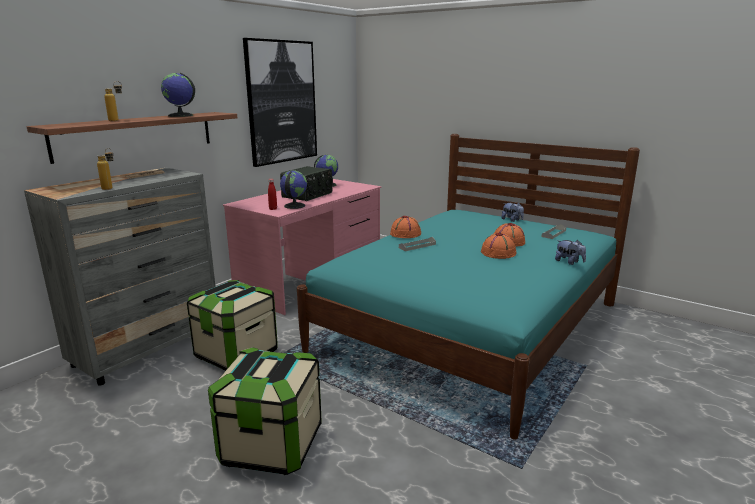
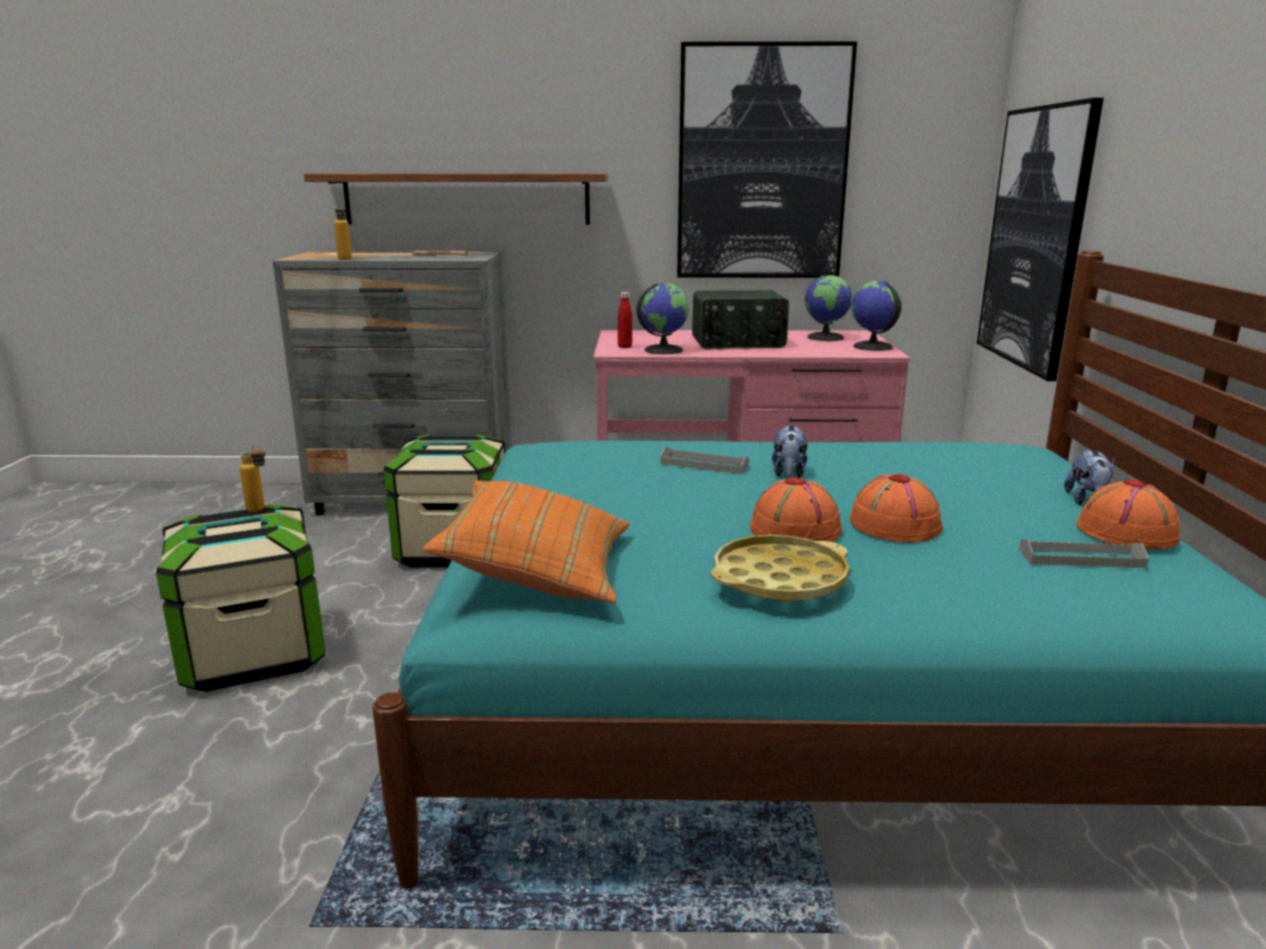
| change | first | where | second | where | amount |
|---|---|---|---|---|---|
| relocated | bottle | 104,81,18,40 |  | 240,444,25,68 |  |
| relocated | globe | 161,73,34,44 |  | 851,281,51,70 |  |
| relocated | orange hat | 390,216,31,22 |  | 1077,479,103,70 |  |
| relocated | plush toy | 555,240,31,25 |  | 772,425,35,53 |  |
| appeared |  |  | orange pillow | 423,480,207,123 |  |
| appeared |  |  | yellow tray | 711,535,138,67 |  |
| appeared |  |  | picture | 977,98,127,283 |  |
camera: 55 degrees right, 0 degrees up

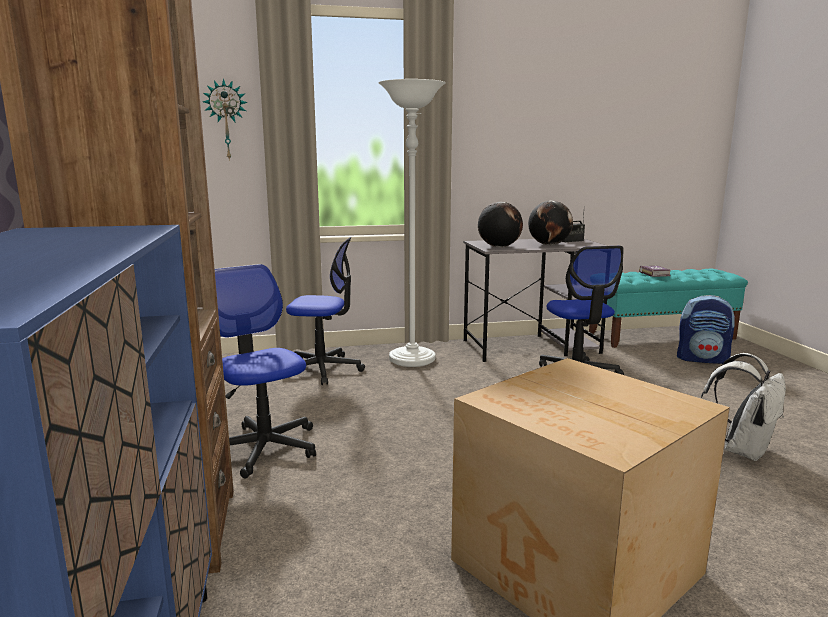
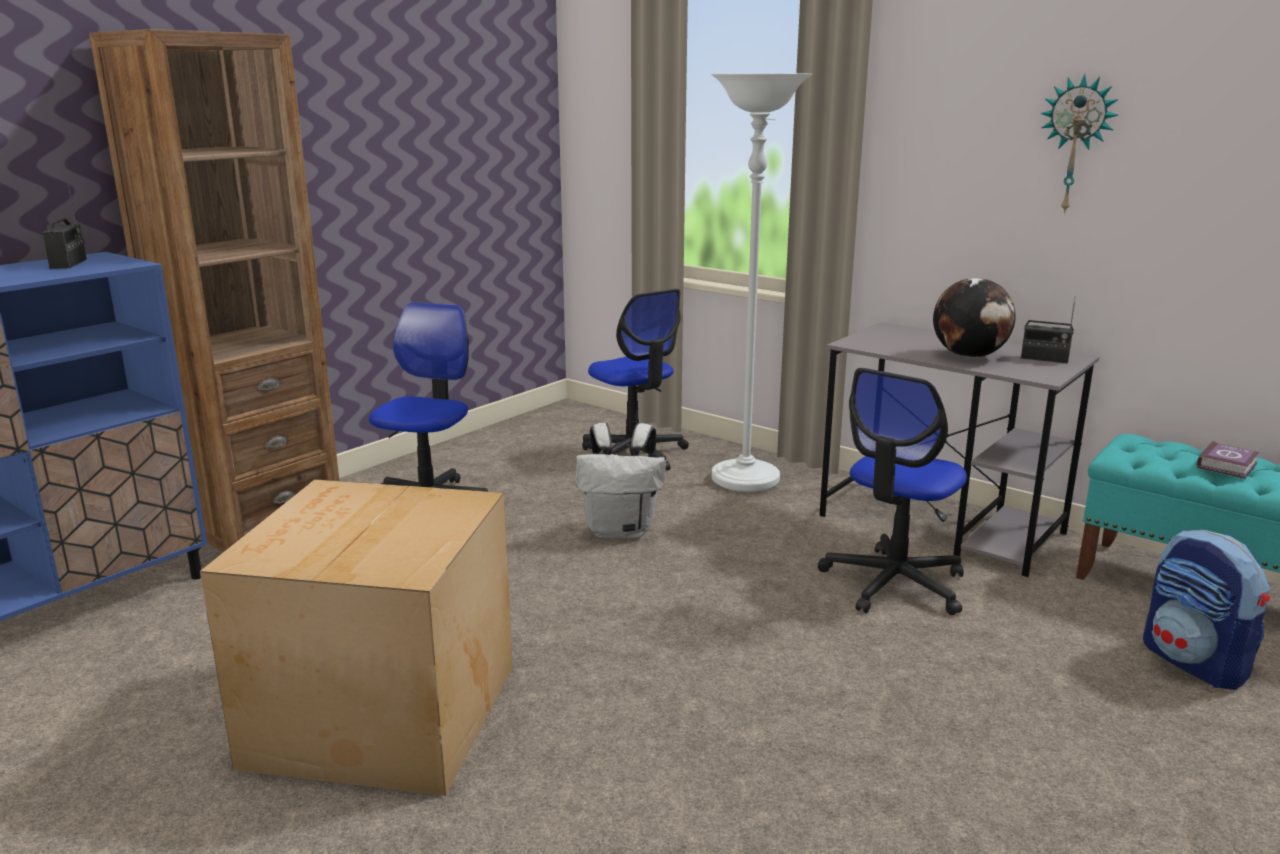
| change | first | where | second | where | amount |
|---|---|---|---|---|---|
| relocated | wall clock | 203,79,45,82 |  | 1040,74,78,140 |  |
| missing | globe | 478,202,45,45 |  |  |  |
| relocated | white backpack | 701,353,85,108 |  | 576,423,90,116 |  |
| appeared |  |  | radio | 42,185,45,84 |  |
camera: 50 degrees right, 5 degrees up

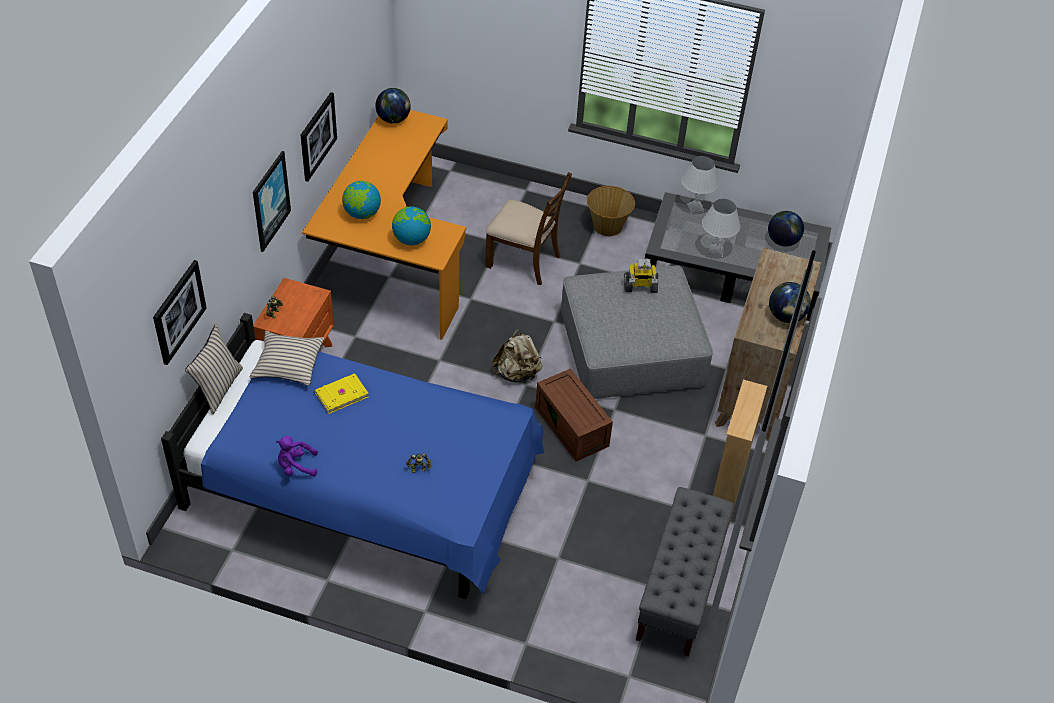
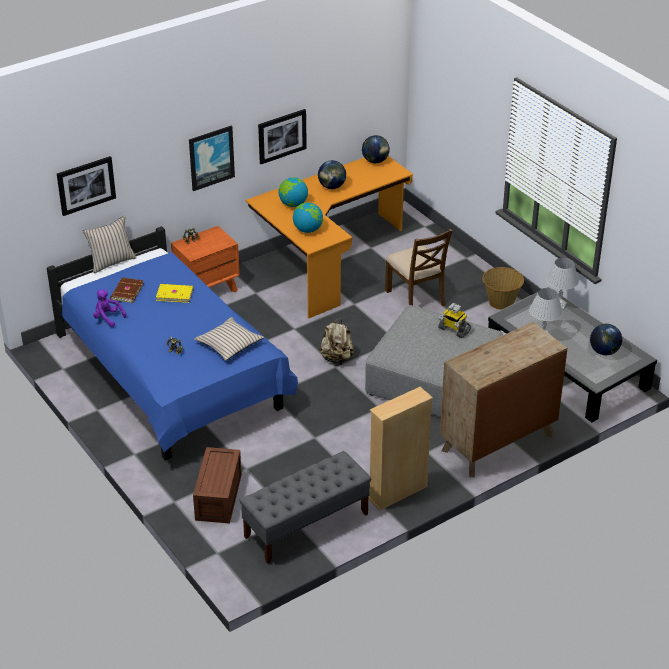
| change | first | where | second | where | amount |
|---|---|---|---|---|---|
| relocated | beige pillow | 250,331,75,55 |  | 194,317,70,43 |  |
| relocated | brown storage box | 535,368,78,93 |  | 193,447,49,77 |  |
| relocated | globe | 769,282,42,41 |  | 318,160,28,29 |  |
| appeared |  |  | brown book | 110,277,34,26 |  |
camera: 40 degrees right, 10 degrees down

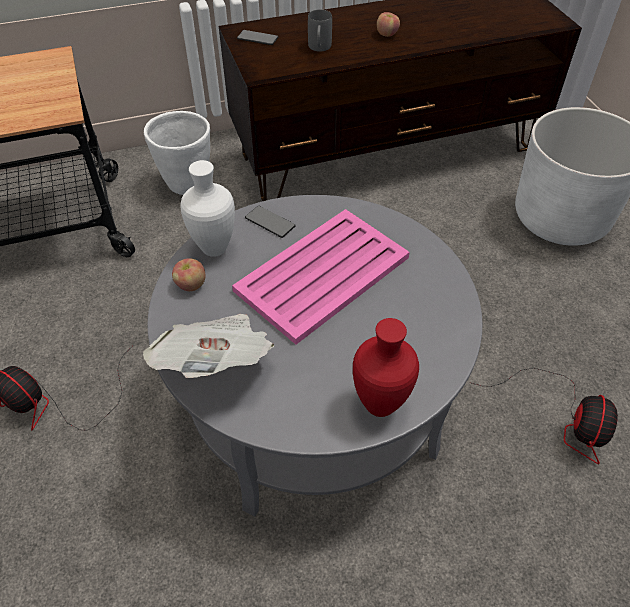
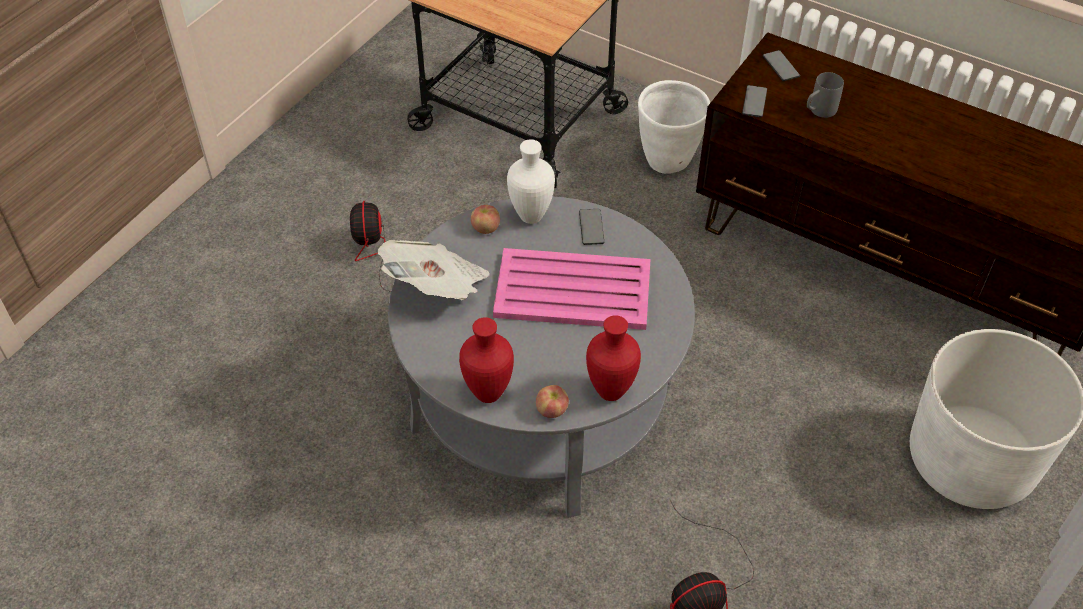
| change | first | where | second | where | amount |
|---|---|---|---|---|---|
| relocated | apple | 377,12,23,25 |  | 536,385,33,33 |  |
| appeared |  |  | red vase | 586,315,55,86 |  |
| appeared |  |  | phone | 742,85,25,33 |  |
camera: 50 degrees right, 0 degrees up

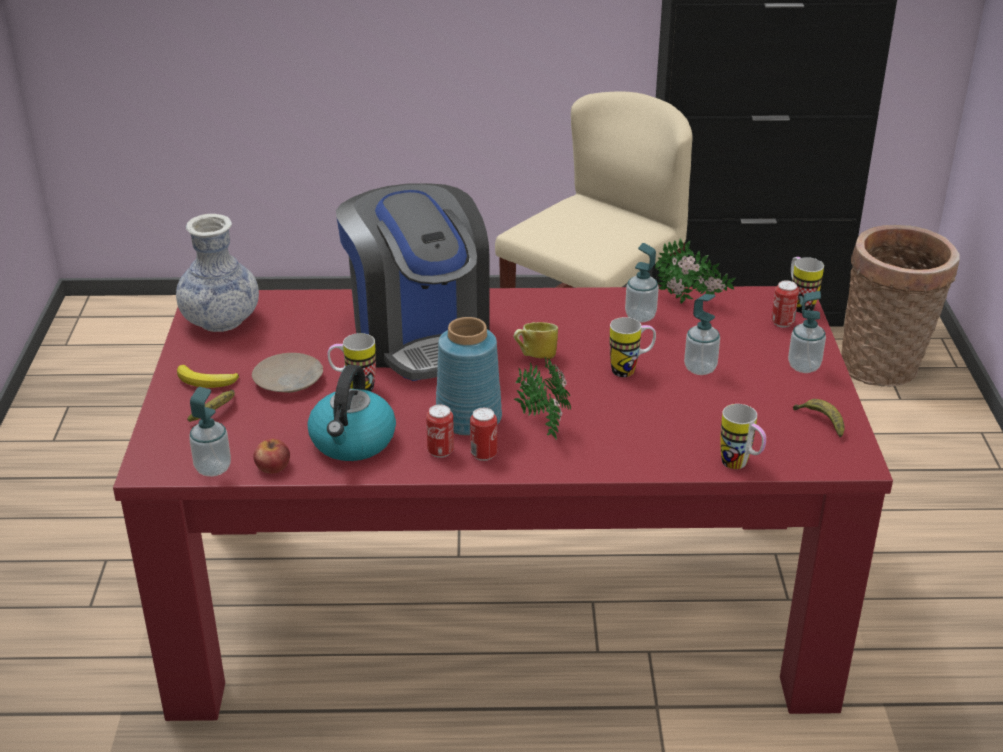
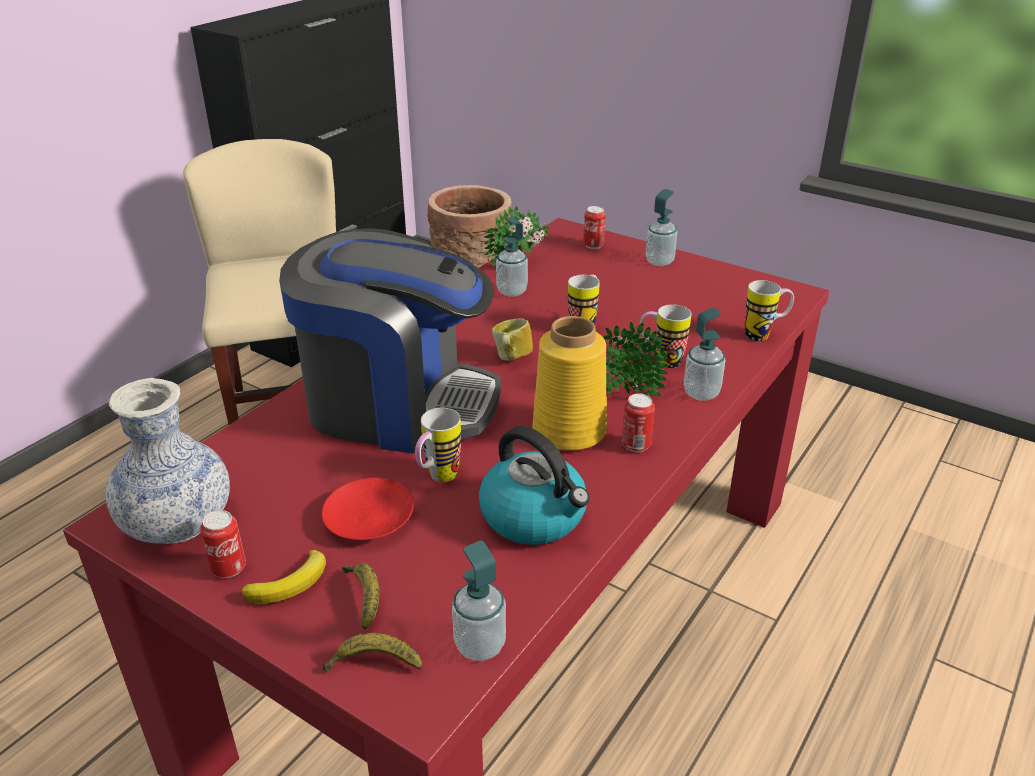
| change | first | where | second | where | amount |
|---|---|---|---|---|---|
| colour | beige plate | 252,353,71,40 | red plate | 322,477,92,64 |  |
| missing | apple | 253,439,37,35 |  |  |  |
| relocated | can | 426,405,28,53 |  | 200,510,46,68 |  |
| colour | blue vase | 436,317,66,119 | yellow vase | 532,316,75,134 |  |
| relocated | soap dispenser | 684,294,36,81 |  | 684,307,41,94 |  |
| relocated | mug | 791,257,33,56 |  | 640,305,51,63 |  |
| relocated | banana | 793,399,52,38 |  | 323,633,99,40 |  |
camera: 55 degrees left, 0 degrees up

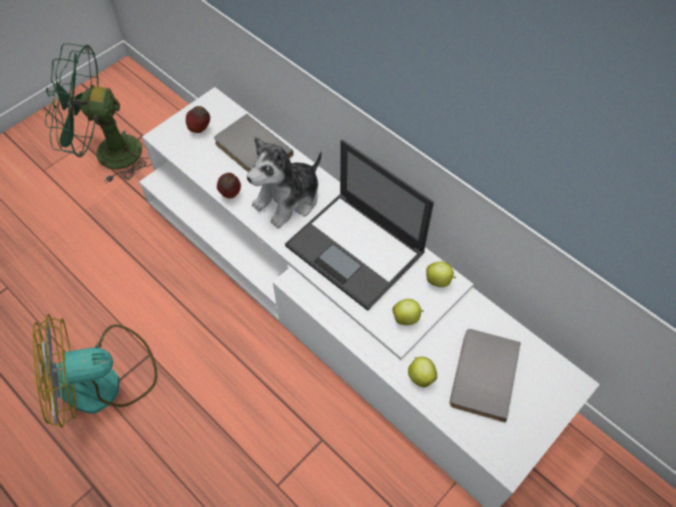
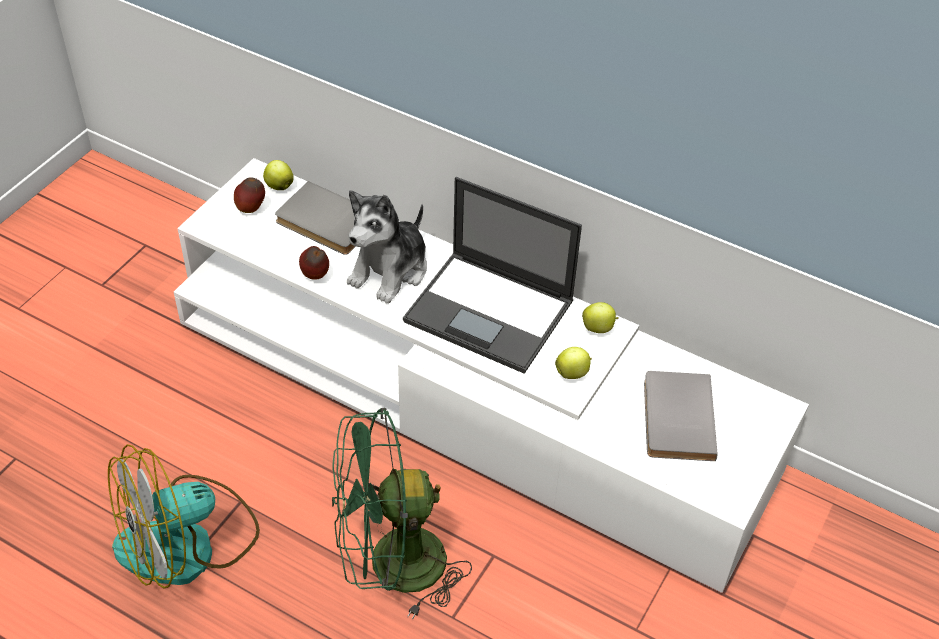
| change | first | where | second | where | amount |
|---|---|---|---|---|---|
| relocated | green fan | 45,43,107,140 |  | 332,408,140,212 |  |
| relocated | apple | 408,357,29,30 |  | 263,160,31,30 |  |
camera: 15 degrees left, 10 degrees down

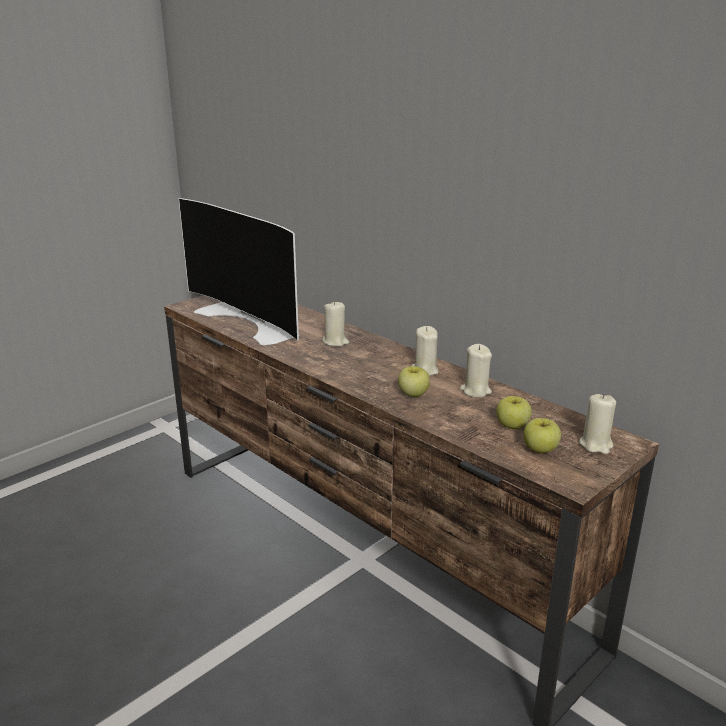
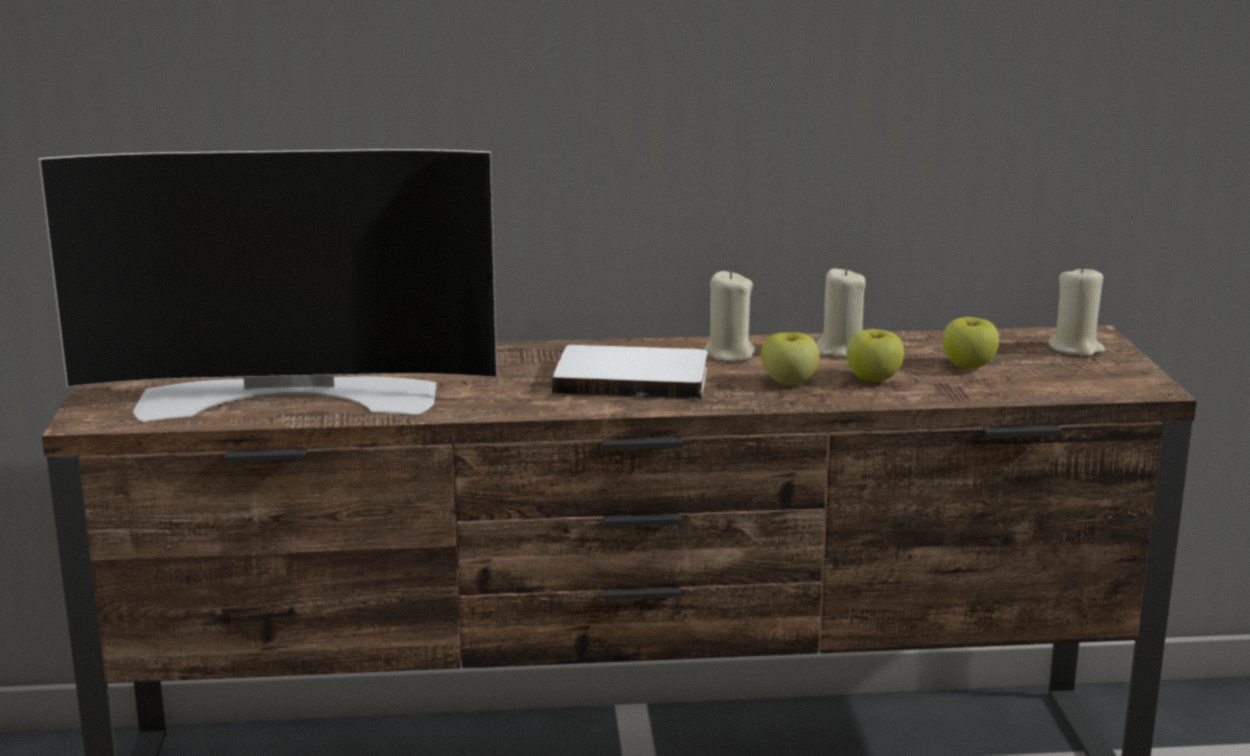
| change | first | where | second | where | amount |
|---|---|---|---|---|---|
| missing | beige candle | 322,301,27,46 |  |  |  |
| relocated | apple | 523,418,38,35 |  | 847,329,57,53 |  |
| appeared |  |  | white book | 552,345,155,54 |  |
camera: 50 degrees left, 5 degrees down

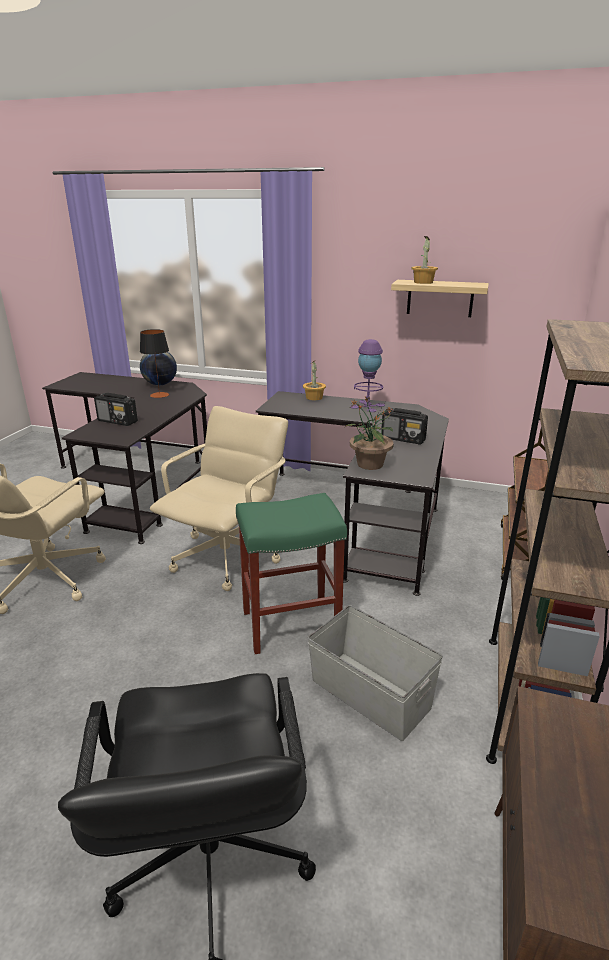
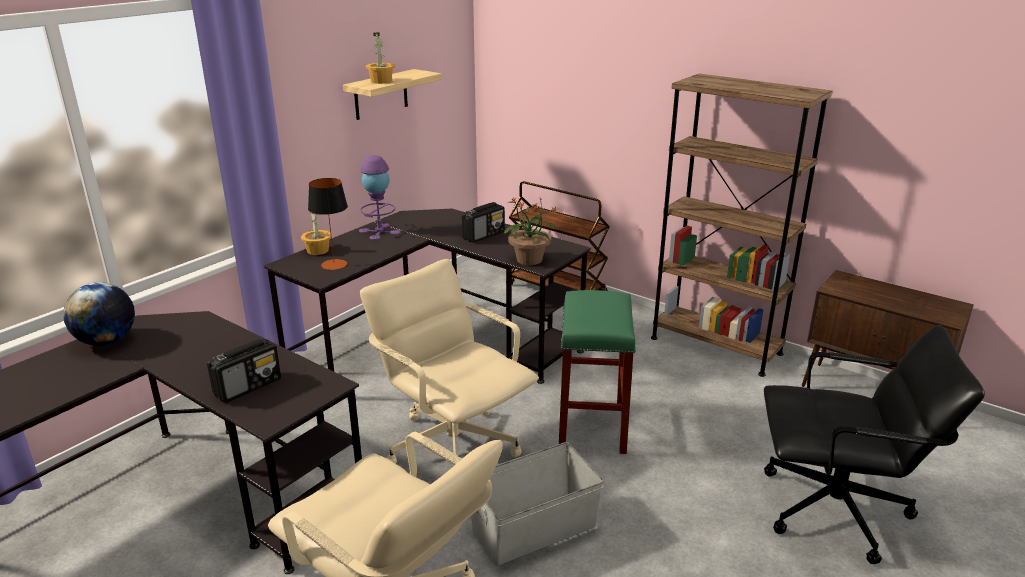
| change | first | where | second | where | amount |
|---|---|---|---|---|---|
| relocated | table lamp | 140,329,29,69 |  | 308,178,40,92 |  |
| relocated | grey storage box | 308,605,135,136 |  | 471,442,133,124 |  |
camera: 70 degrees left, 0 degrees up

